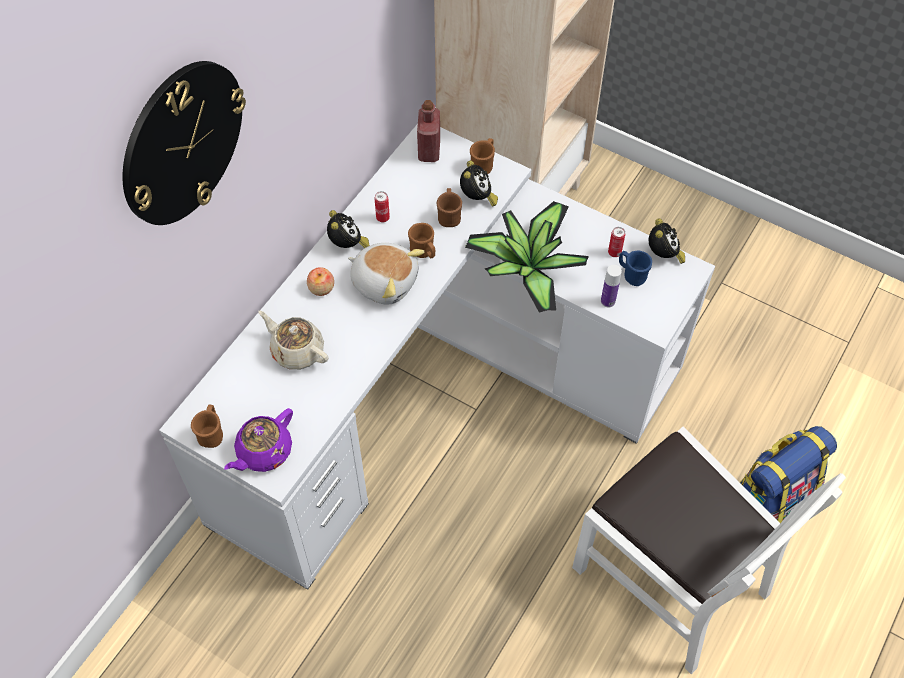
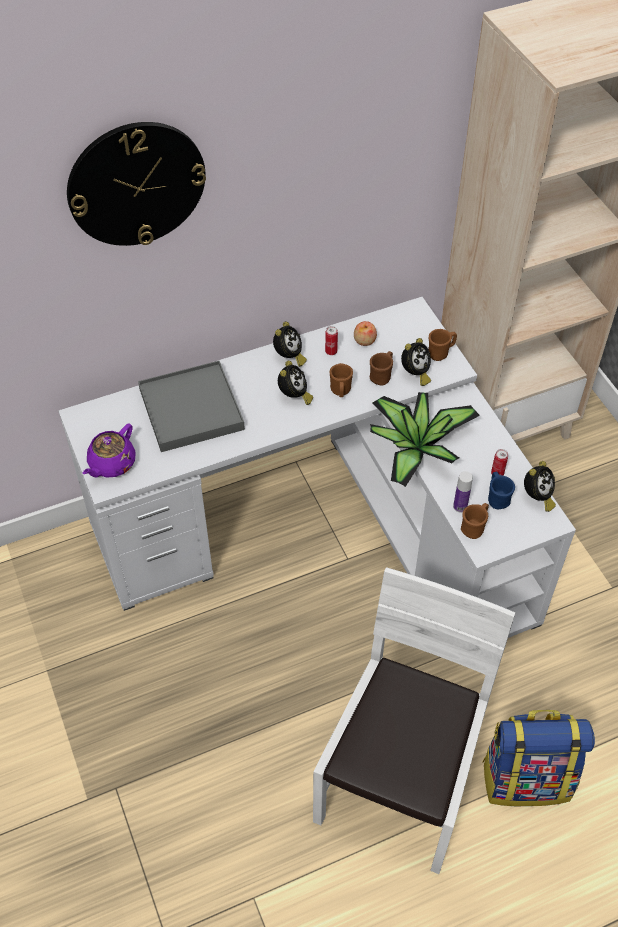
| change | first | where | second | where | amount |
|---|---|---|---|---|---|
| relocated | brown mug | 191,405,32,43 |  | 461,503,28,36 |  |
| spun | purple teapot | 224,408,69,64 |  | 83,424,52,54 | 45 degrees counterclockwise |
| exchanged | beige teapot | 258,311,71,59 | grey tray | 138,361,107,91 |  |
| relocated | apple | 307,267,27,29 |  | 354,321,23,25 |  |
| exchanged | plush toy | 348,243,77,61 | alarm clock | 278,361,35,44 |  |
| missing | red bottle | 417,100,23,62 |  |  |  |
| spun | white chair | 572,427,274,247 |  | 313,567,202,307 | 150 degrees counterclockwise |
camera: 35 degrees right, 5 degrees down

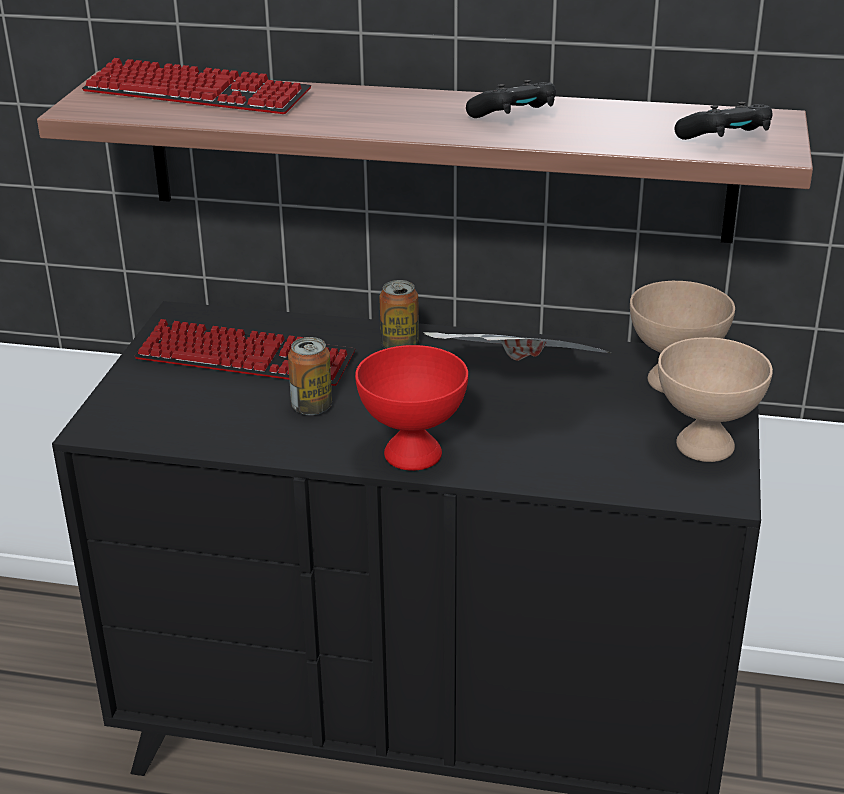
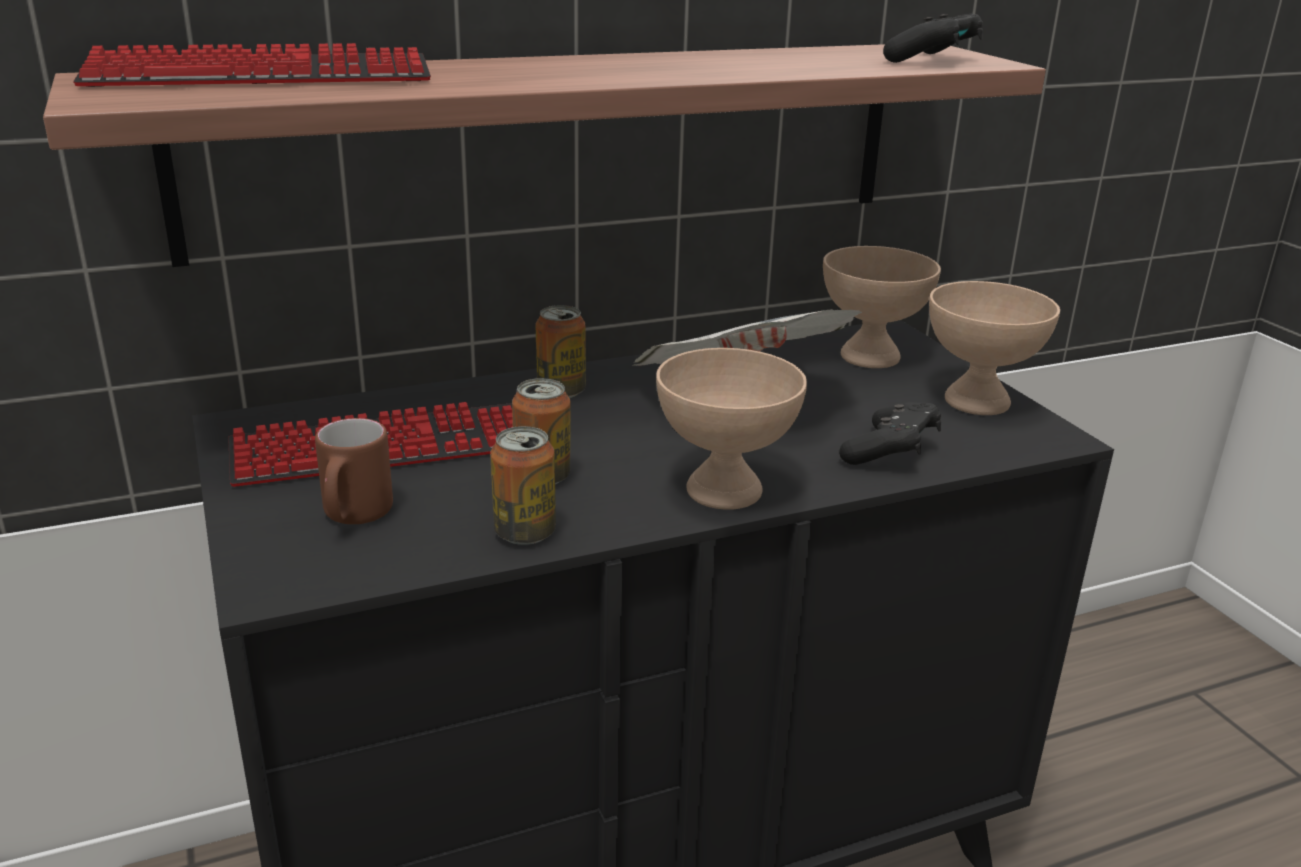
| change | first | where | second | where | amount |
|---|---|---|---|---|---|
| colour | red bowl | 355,345,113,126 | beige bowl | 656,348,151,162 |  |
| relocated | black game controller | 466,80,90,38 |  | 839,402,102,63 |  |
| appeared |  |  | brown mug | 315,418,78,106 |  |
| appeared |  |  | can | 490,426,66,119 |  |
camera: 35 degrees left, 5 degrees down

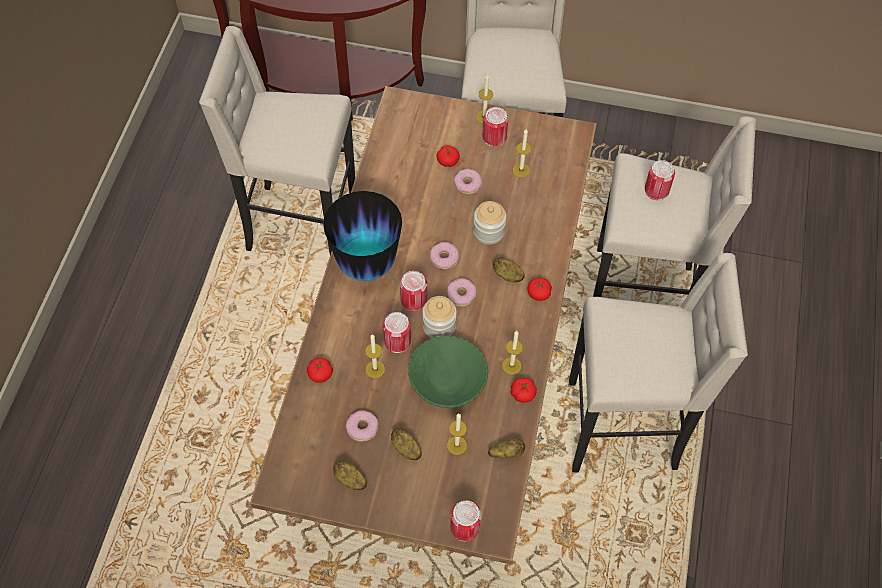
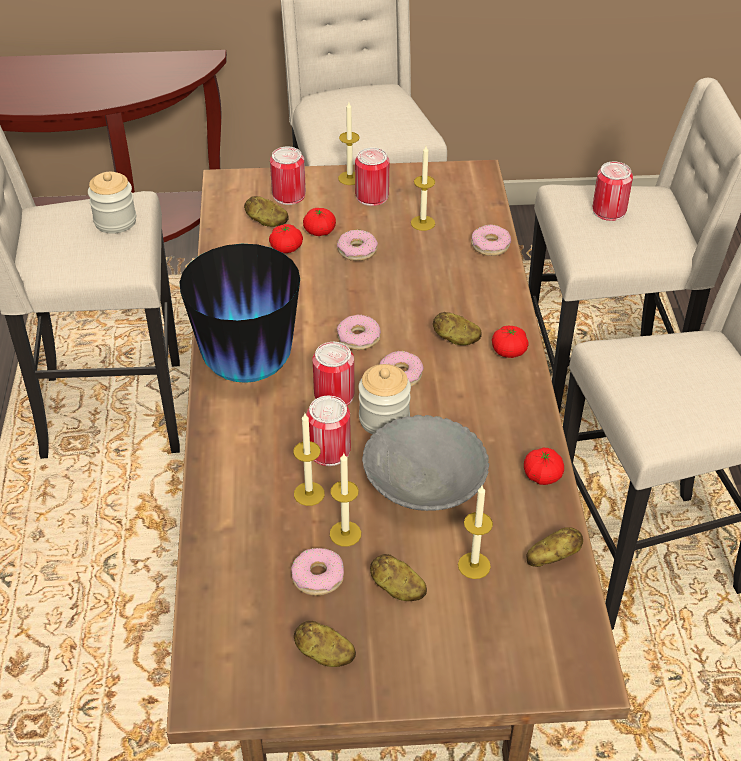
| change | first | where | second | where | amount |
|---|---|---|---|---|---|
| relocated | tomato | 307,358,26,25 |  | 269,224,34,29 |  |
| colour | green bowl | 408,336,80,72 | grey bowl | 362,415,127,96 |  |
| relocated | can | 450,500,32,41 |  | 270,147,36,58 |  |
| relocated | jar | 473,201,33,44 |  | 88,172,48,62 |  |
| relocated | candle | 502,331,21,44 |  | 330,452,31,95 |  |
| appeared |  |  | potato | 244,196,45,31 |  |
| appeared |  |  | donut | 471,224,40,32 |  |
camera: 15 degrees left, 15 degrees down

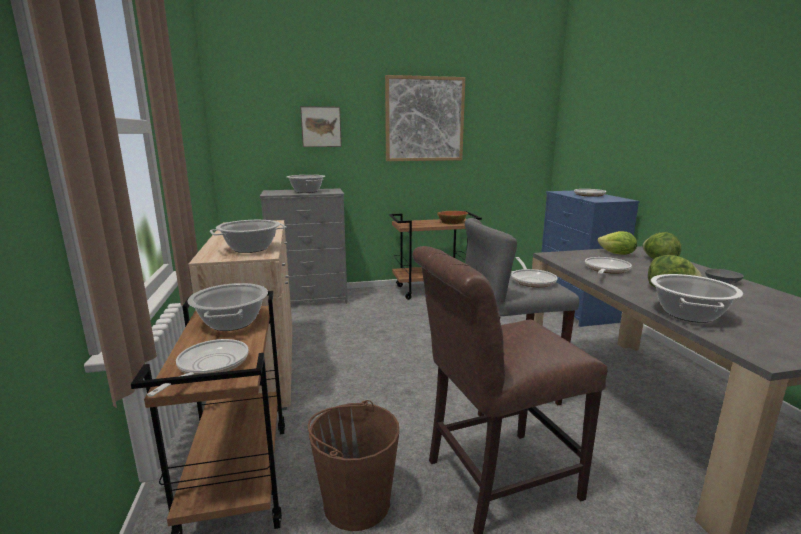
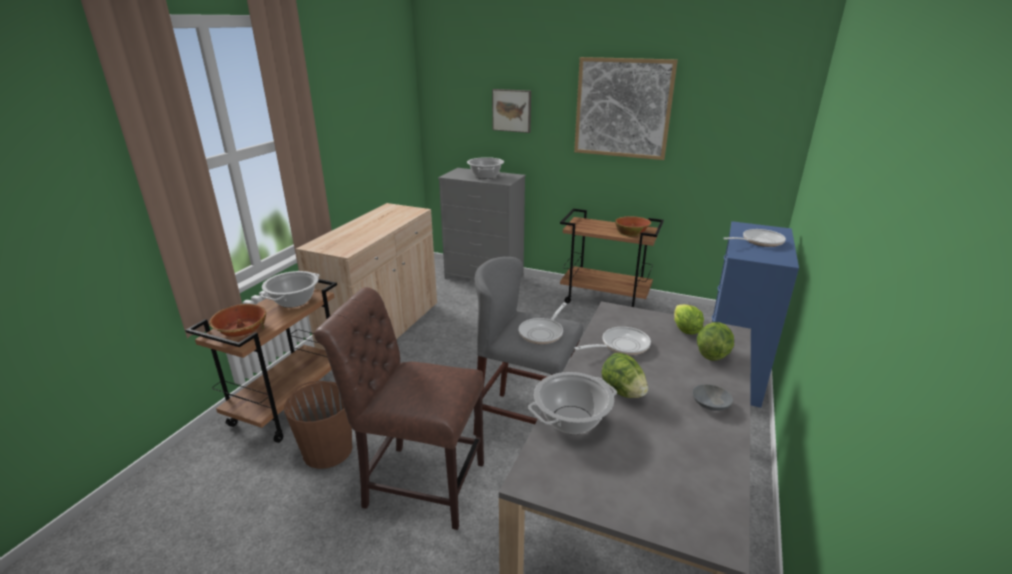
| change | first | where | second | where | amount |
|---|---|---|---|---|---|
| exchanged | frying pan | 147,339,102,58 | bowl | 209,304,57,33 |  |
| missing | cooking pot | 210,220,77,33 |  |  |  |
camera: 35 degrees right, 10 degrees up

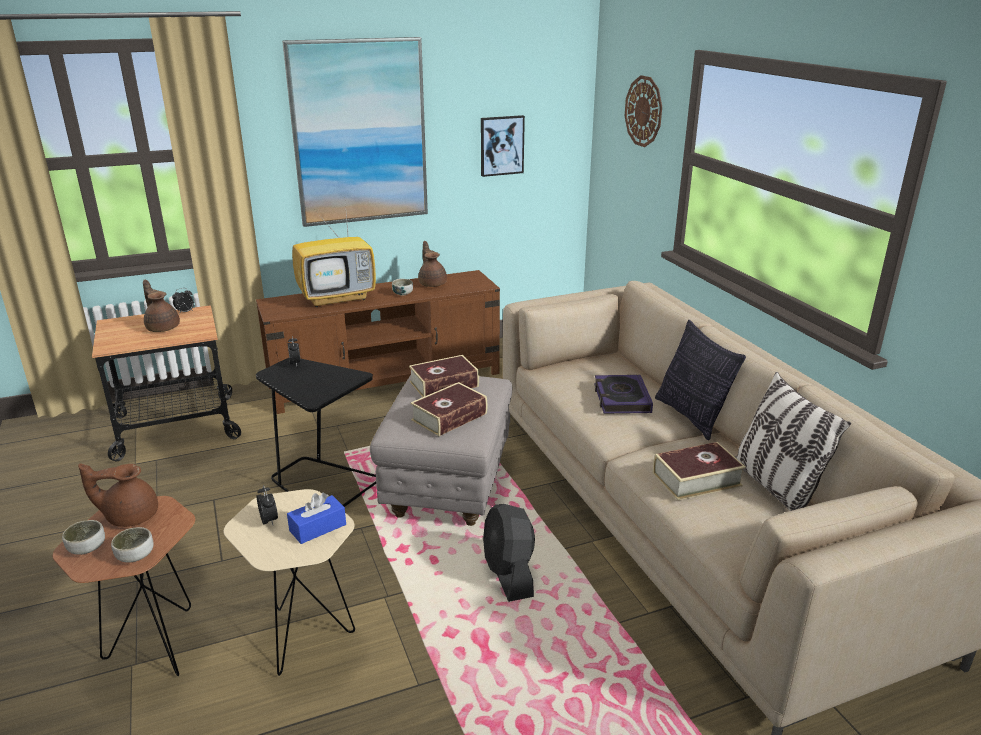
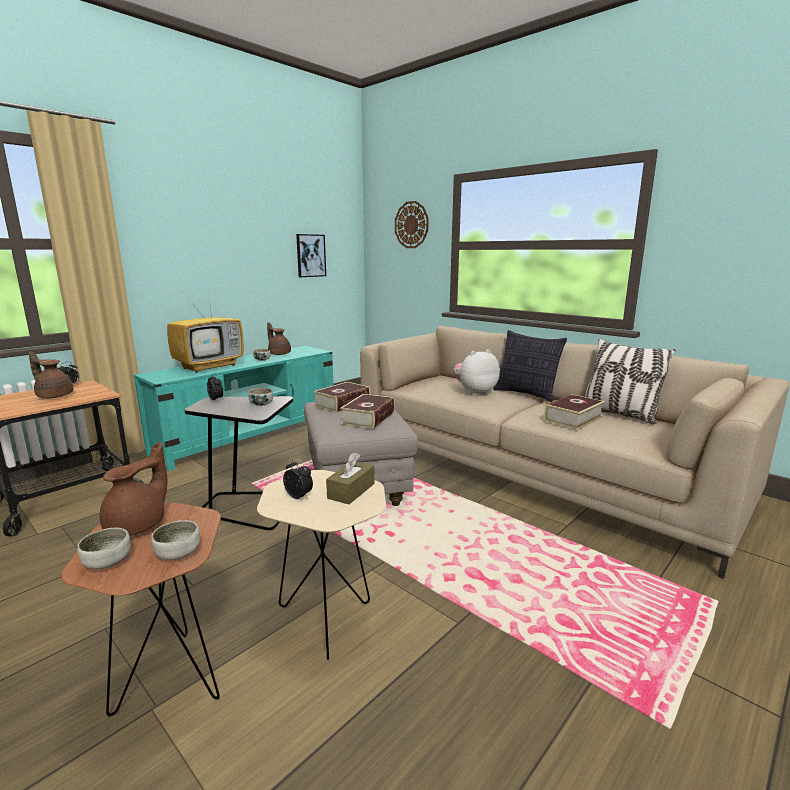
| change | first | where | second | where | amount |
|---|---|---|---|---|---|
| spun | brown teapot | 78,463,80,64 |  | 100,442,67,94 | 150 degrees clockwise |
| colour | brown tv stand | 256,270,244,144 | turquoise tv stand | 134,346,200,125 |  |
| missing | picture | 282,37,146,190 |  |  |  |
| colour | blue tissue box | 287,492,59,52 | brown tissue box | 326,453,48,51 |  |
| missing | black fan | 483,504,52,98 |  |  |  |
| exchanged | book | 594,375,59,39 | plush toy | 453,349,47,47 |  |
| appeared |  |  | bowl | 248,388,25,18 |  |
camera: 25 degrees left, 10 degrees down

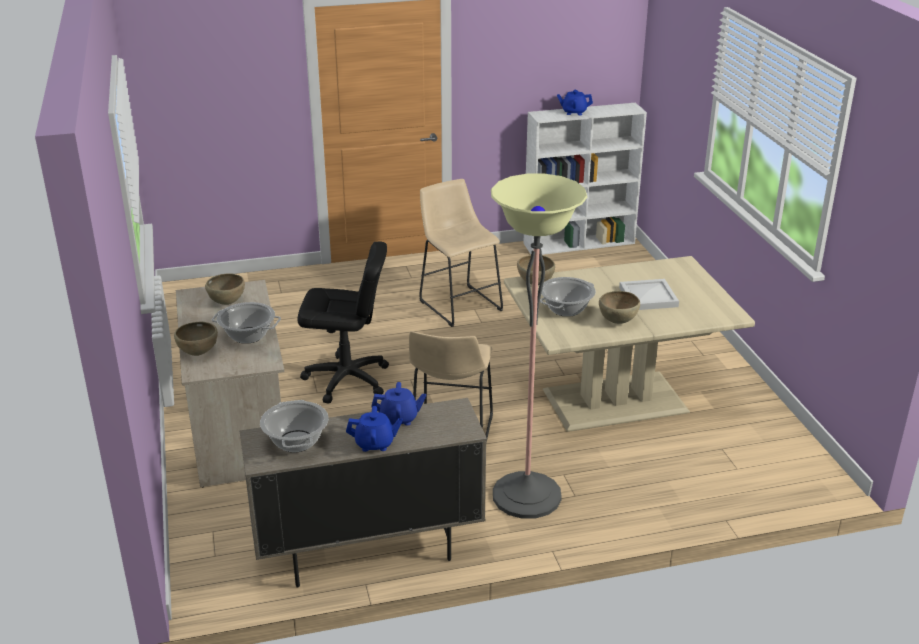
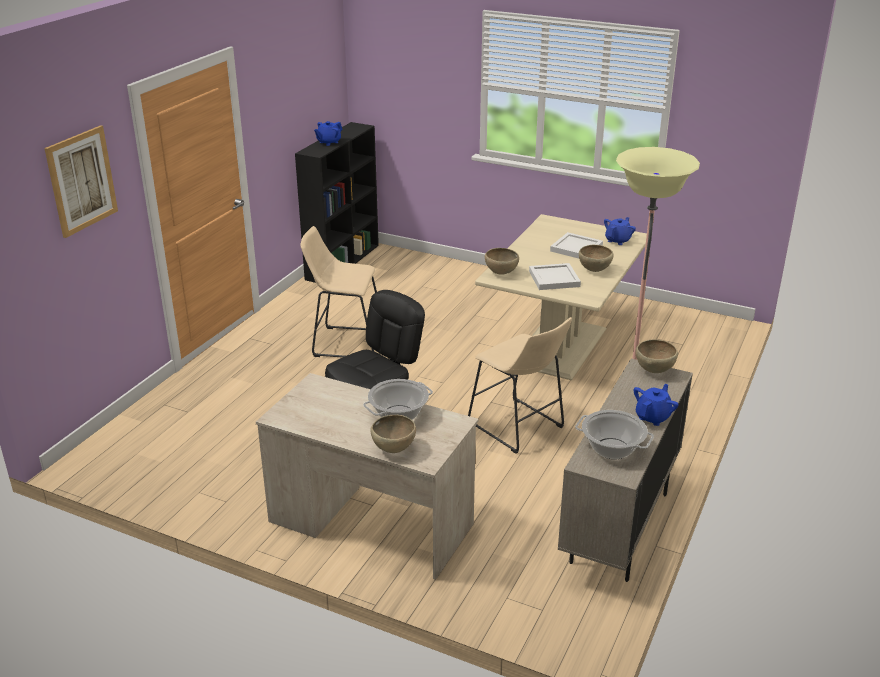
| change | first | where | second | where | amount |
|---|---|---|---|---|---|
| relocated | brown bowl | 205,273,40,32 |  | 635,340,43,33 |  |
| relocated | blue teapot | 371,382,55,44 |  | 604,217,32,28 |  |
| colour | white bookcase | 523,103,124,152 | black bookcase | 295,122,84,161 |  |
| exchanged | cooking pot | 540,277,56,40 | white tray | 529,263,52,27 |  |
| appeared |  |  | picture | 44,125,74,113 |  |
camera: 50 degrees left, 0 degrees up

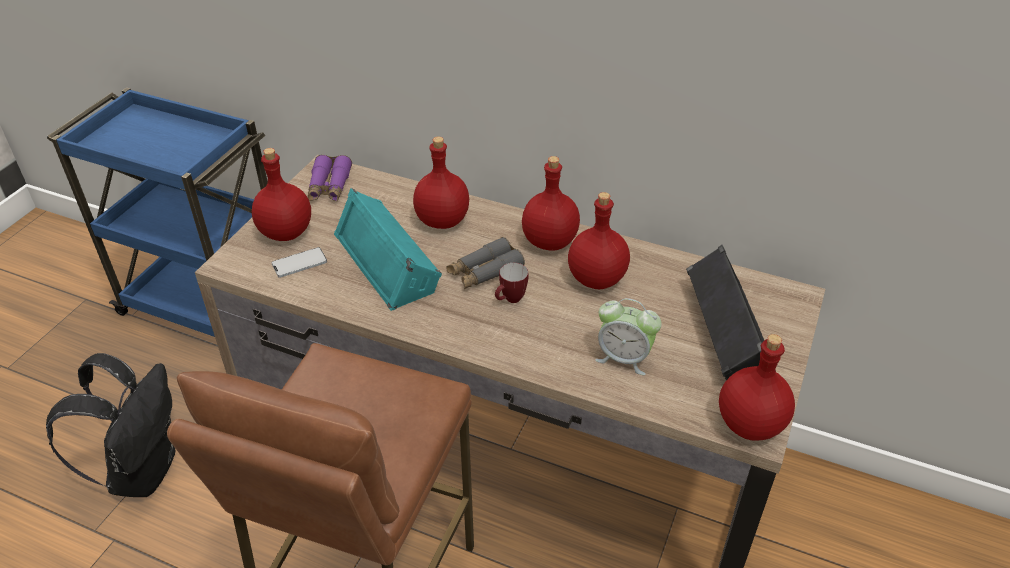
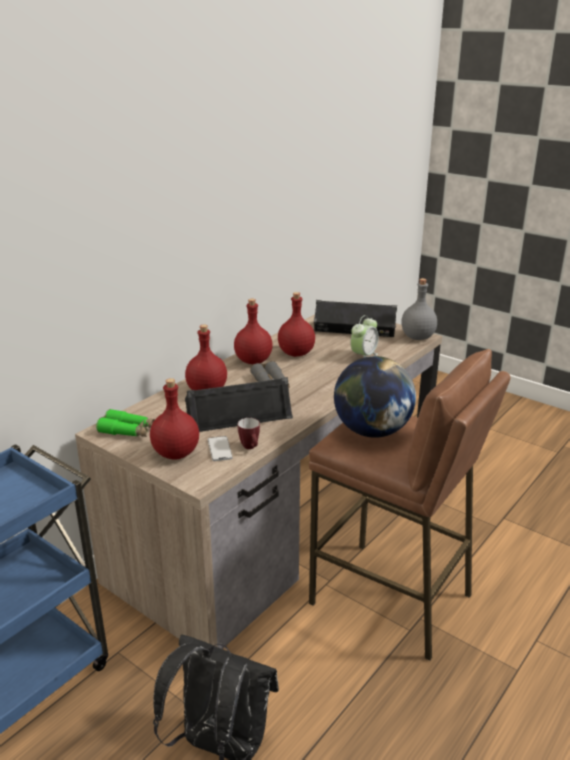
| change | first | where | second | where | amount |
|---|---|---|---|---|---|
| colour | purple binoculars | 307,155,45,46 | green binoculars | 96,409,59,28 |  |
| colour | turquoise speaker | 334,188,108,123 | black speaker | 185,377,108,55 |  |
| relocated | mug | 495,263,33,40 |  | 238,418,22,31 |  |
| colour | red bottle | 719,334,76,107 | grey bottle | 402,278,35,62 |  |
| appeared |  |  | globe | 334,356,82,82 |  |
camera: 75 degrees left, 15 degrees down

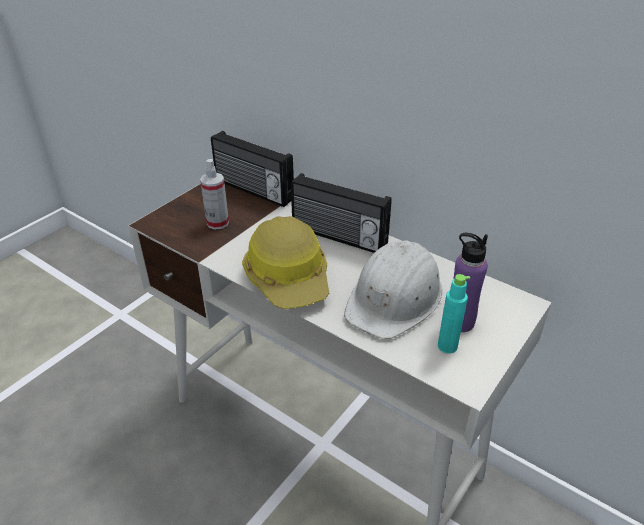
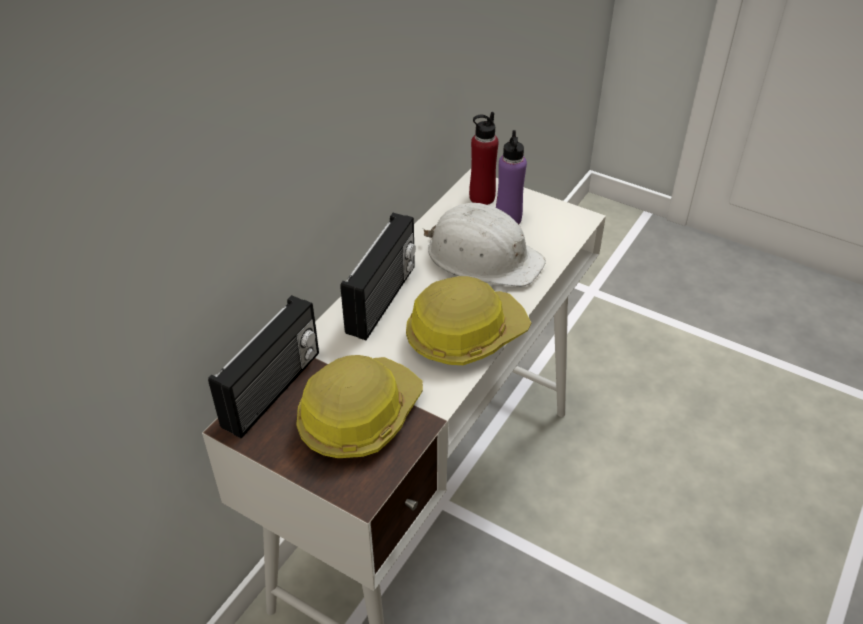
| change | first | where | second | where | amount |
|---|---|---|---|---|---|
| exchanged | spray bottle | 200,159,29,71 | hard hat | 296,355,127,103 |  |
| missing | turquoise bottle | 438,274,32,80 |  |  |  |
| appeared |  |  | red bottle | 469,112,30,93 |  |
camera: 95 degrees left, 5 degrees up

